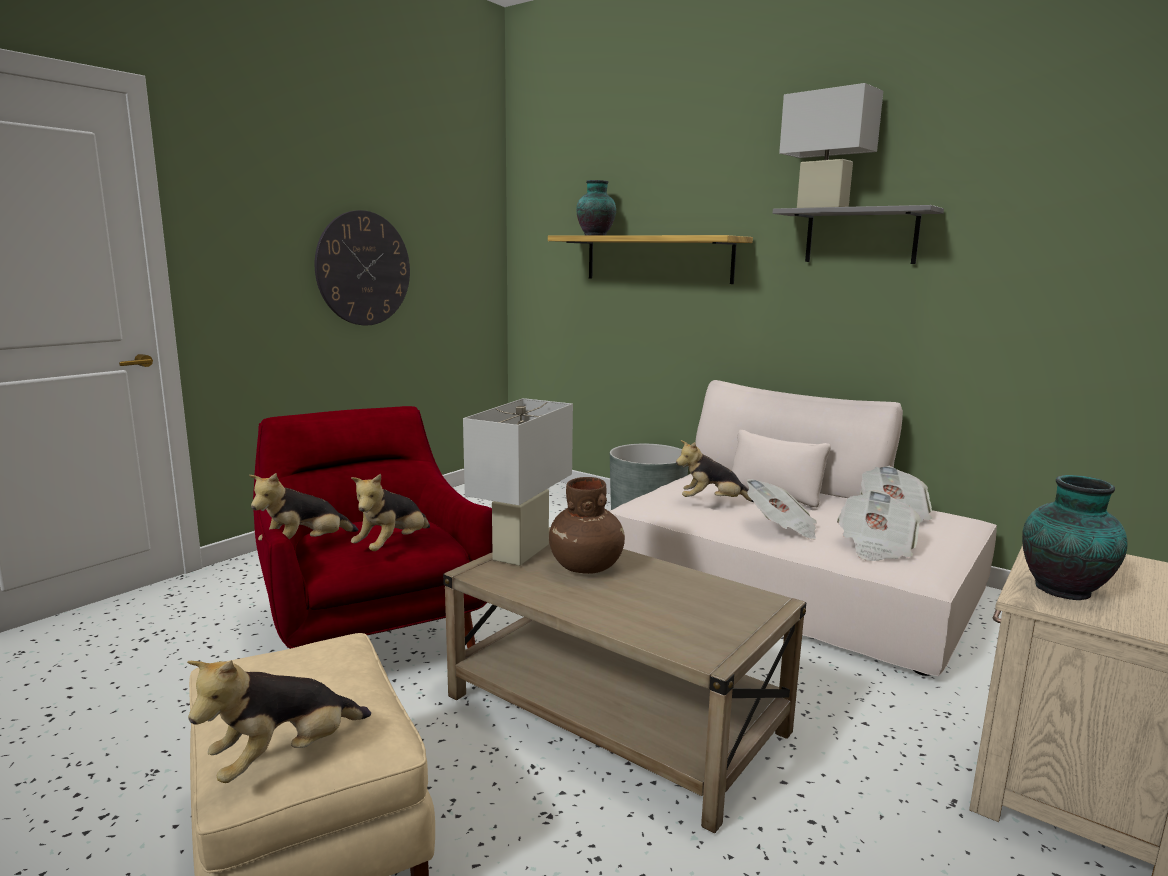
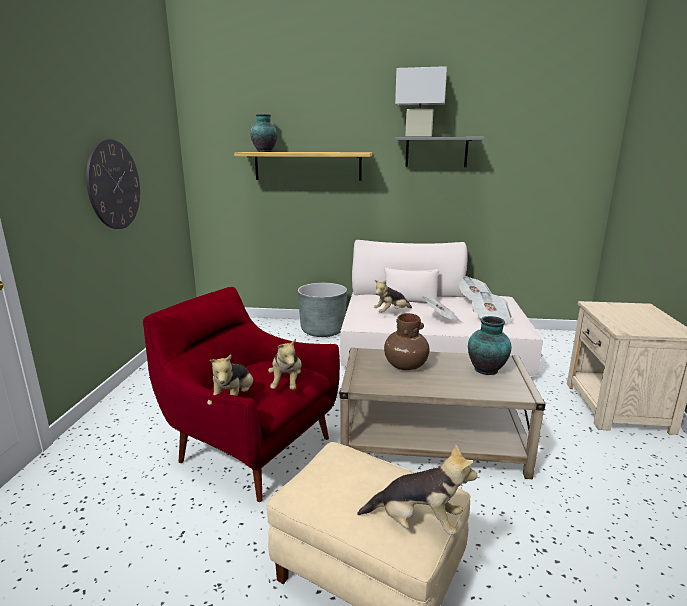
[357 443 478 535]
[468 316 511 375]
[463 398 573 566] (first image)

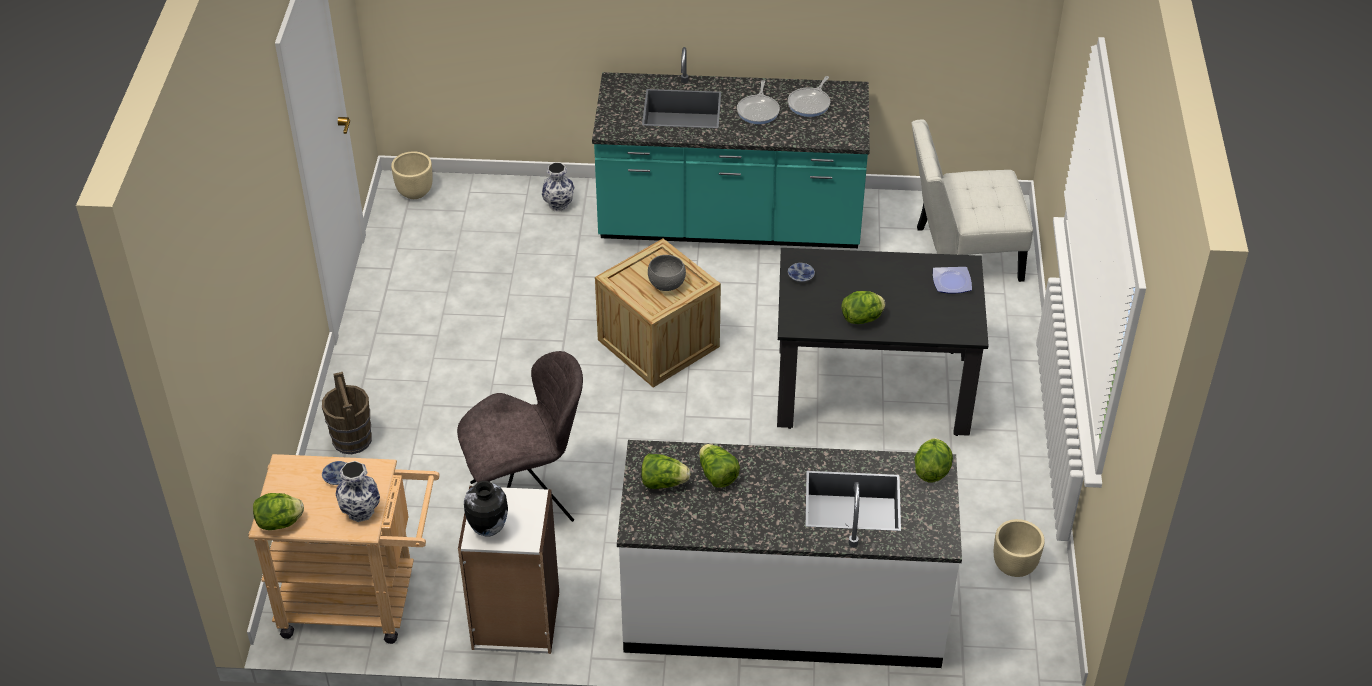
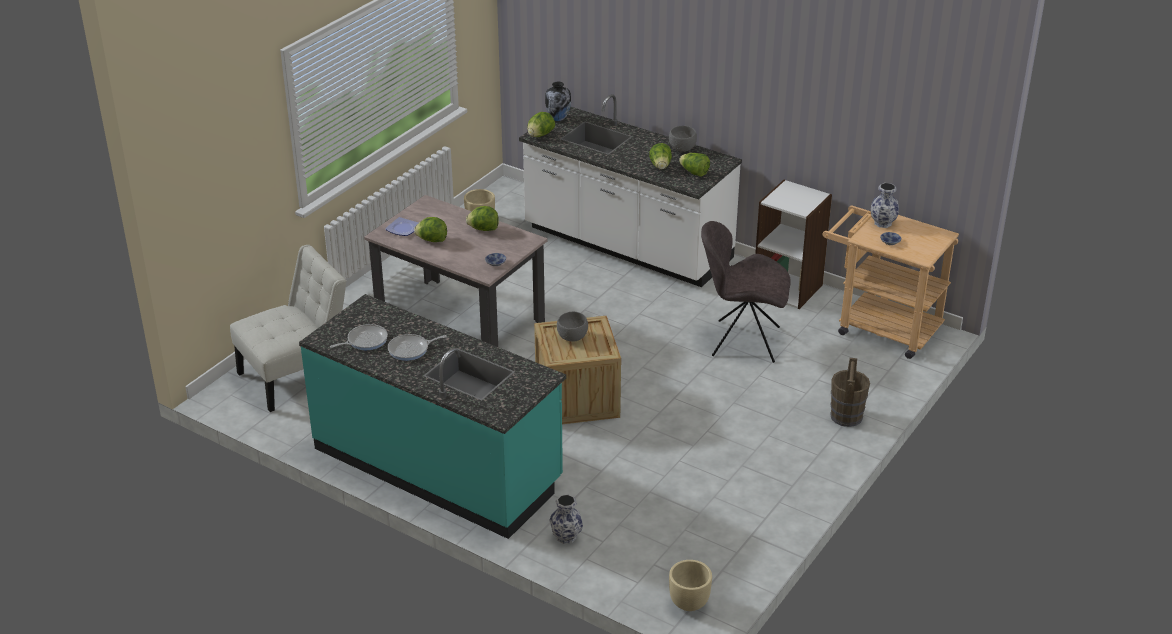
[230 245 346 412]
[364 195 548 347]
[388 334 447 361]
[414 217 447 242]
[545 82 571 121]
[669 126 697 152]

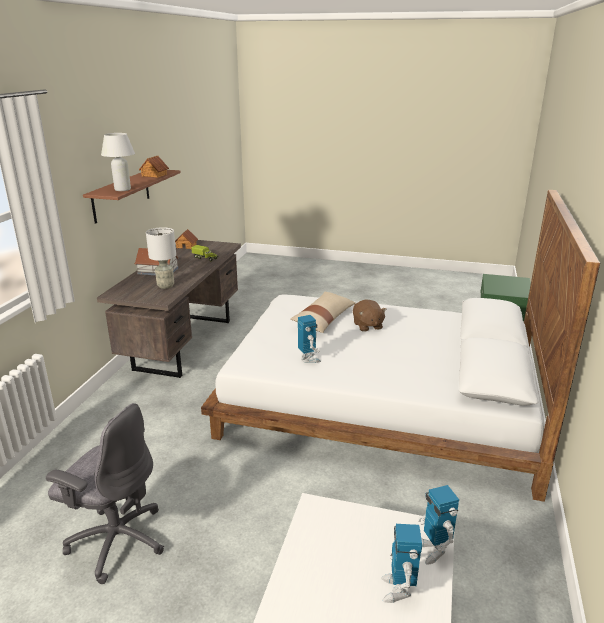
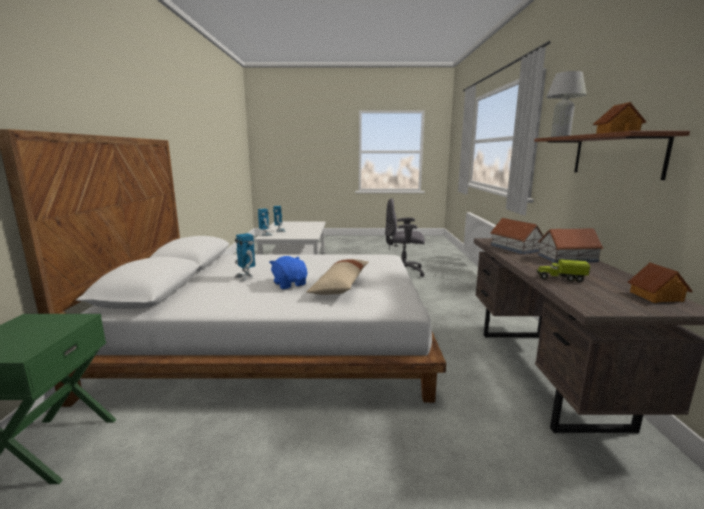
[234 233 255 281]
[269 256 307 289]
[490 218 544 254]

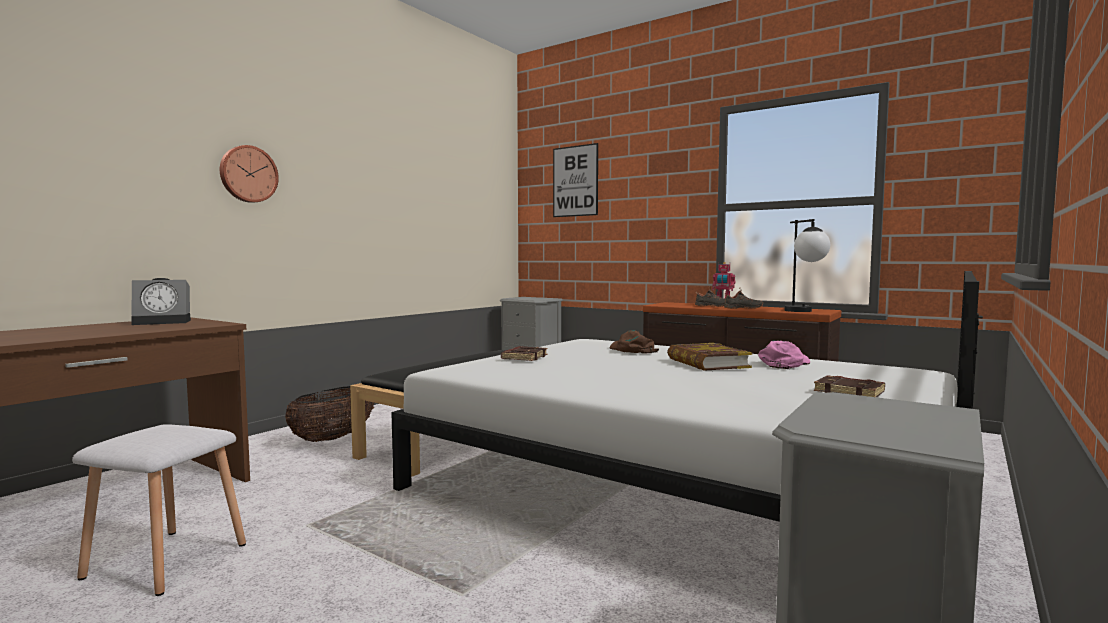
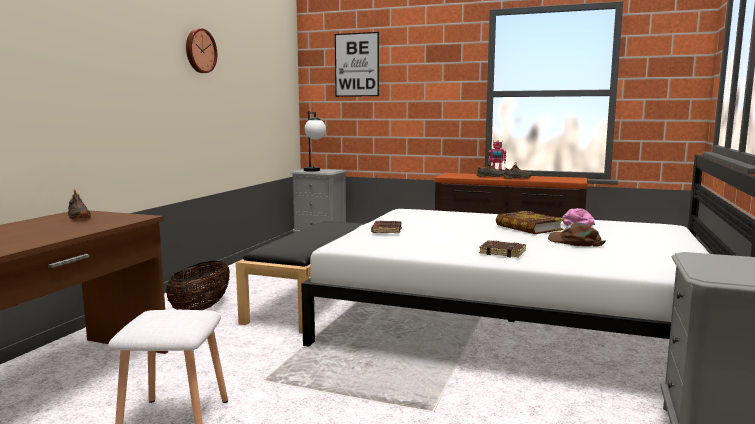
[68 189 91 219]
[186 28 217 73]
[304 111 326 172]
[479 241 526 258]
[548 223 606 247]

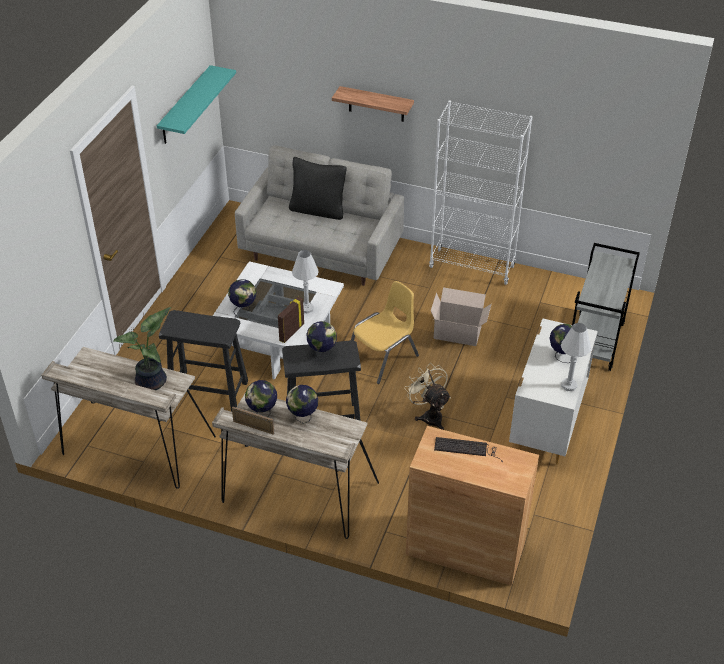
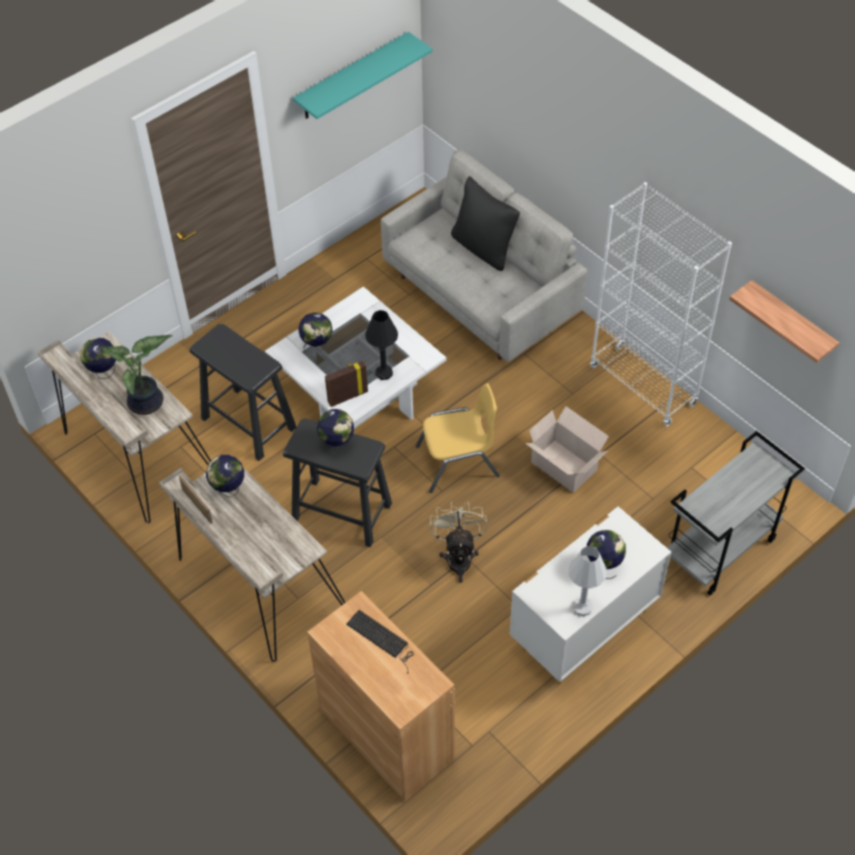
[80 338 116 379]
[365 310 398 380]
[729 280 839 363]

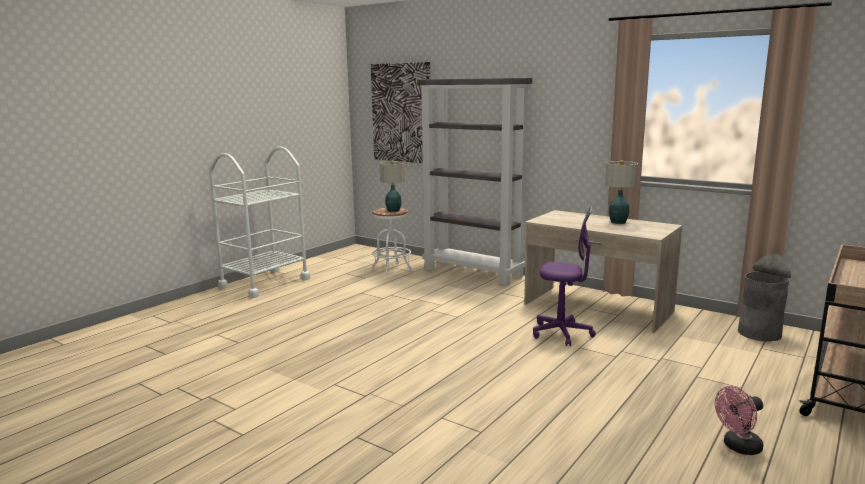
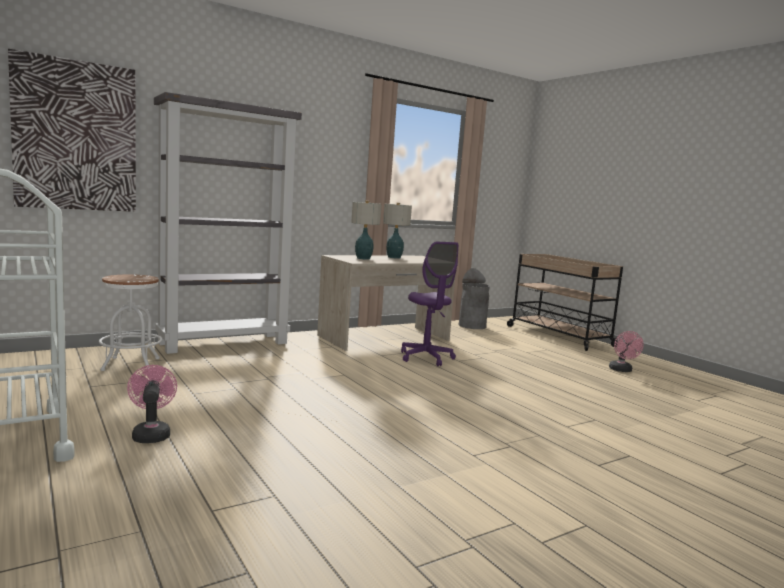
[127 365 177 443]
[351 201 382 260]
[401 242 459 366]

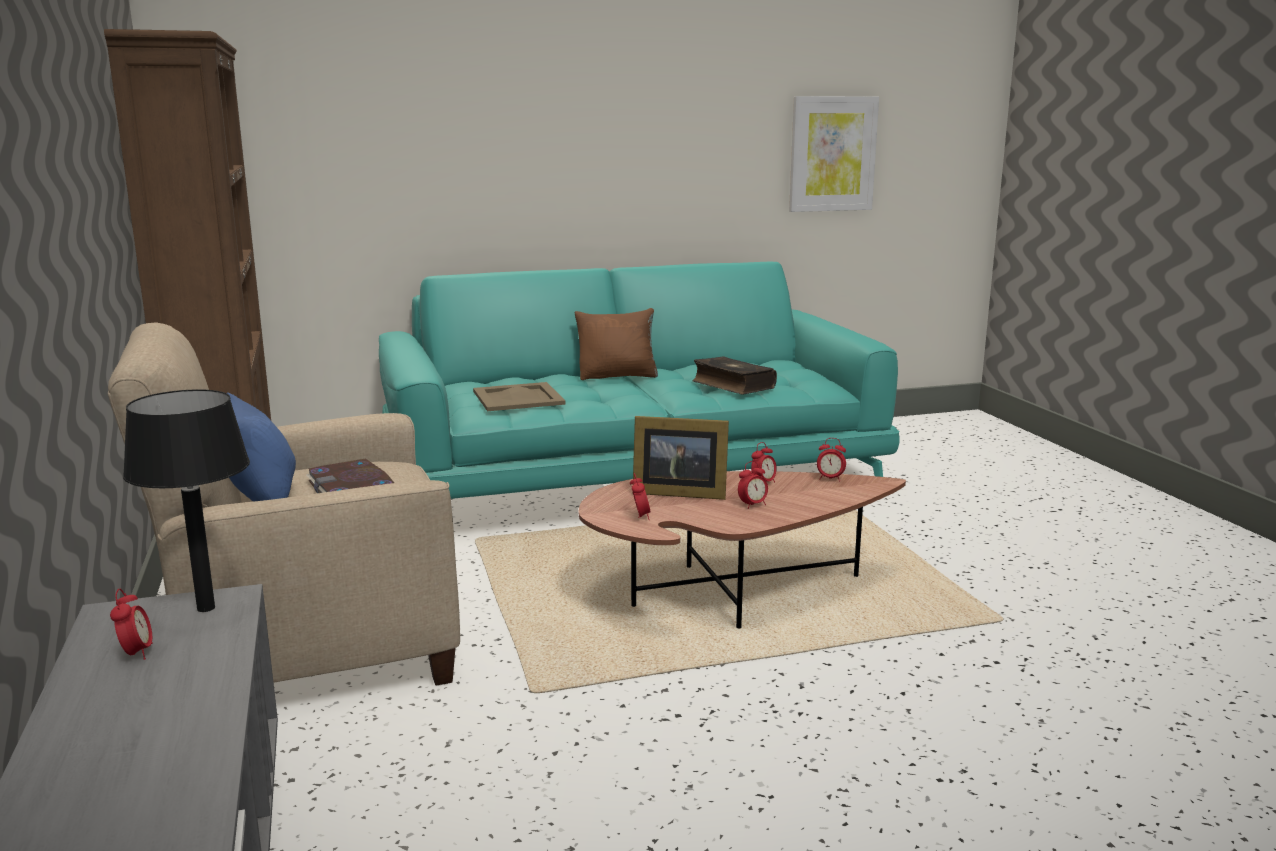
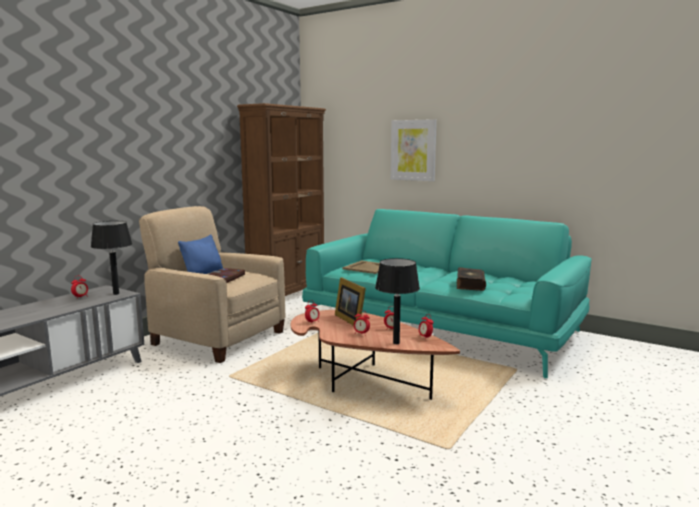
[375 258 420 344]
[391 119 437 181]
[575 308 658 380] (first image)

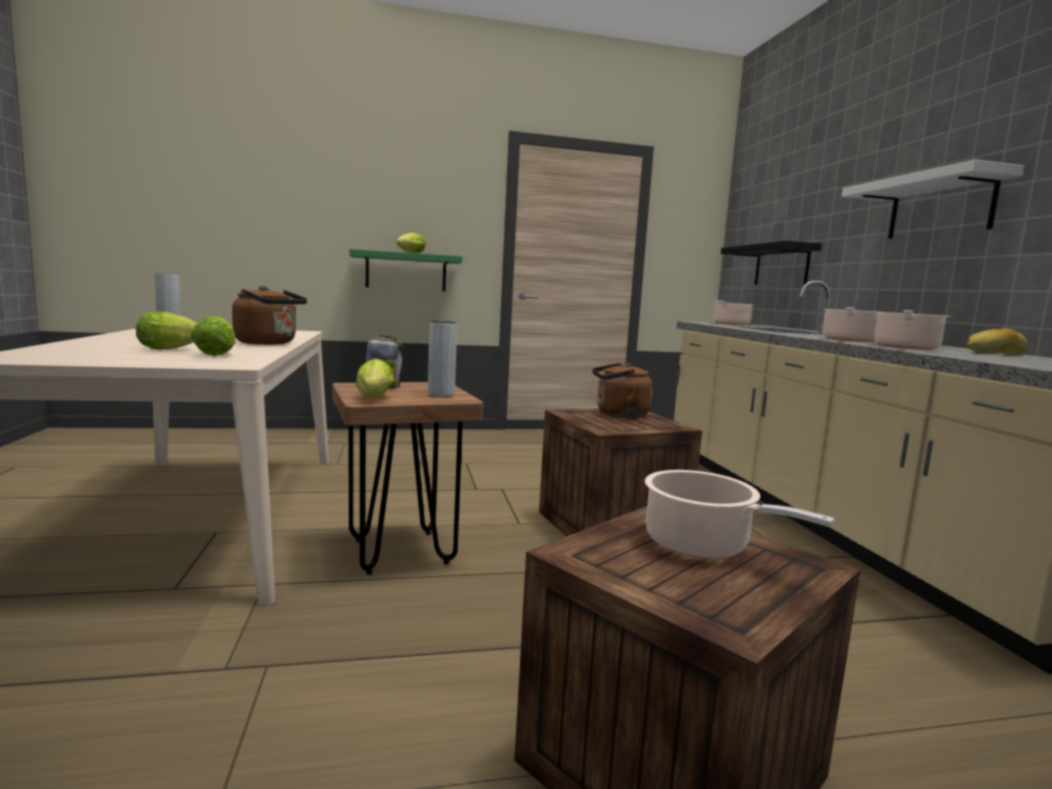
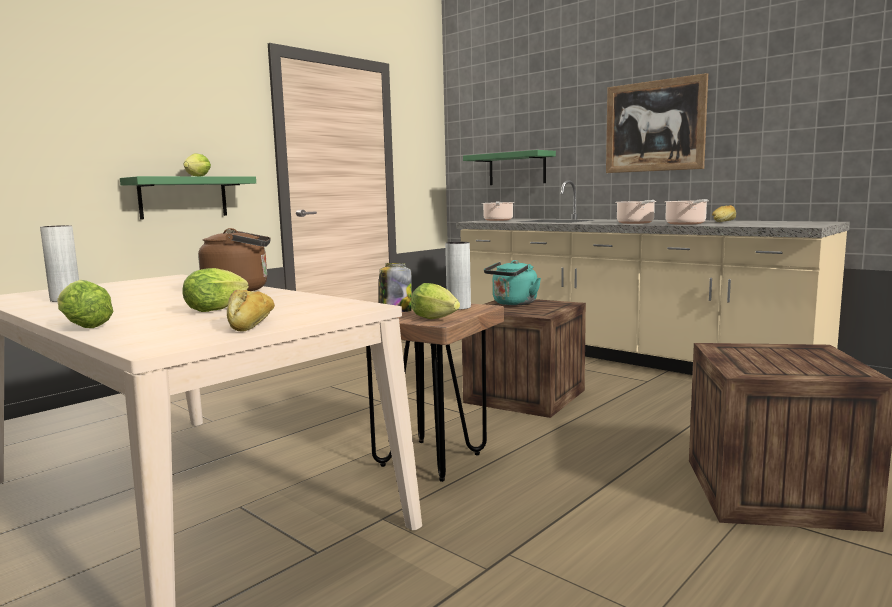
[57 280 114 328]
[227 290 275 332]
[463 150 556 185]
[484 260 541 305]
[606 73 708 173]
[645 470 835 559] (first image)

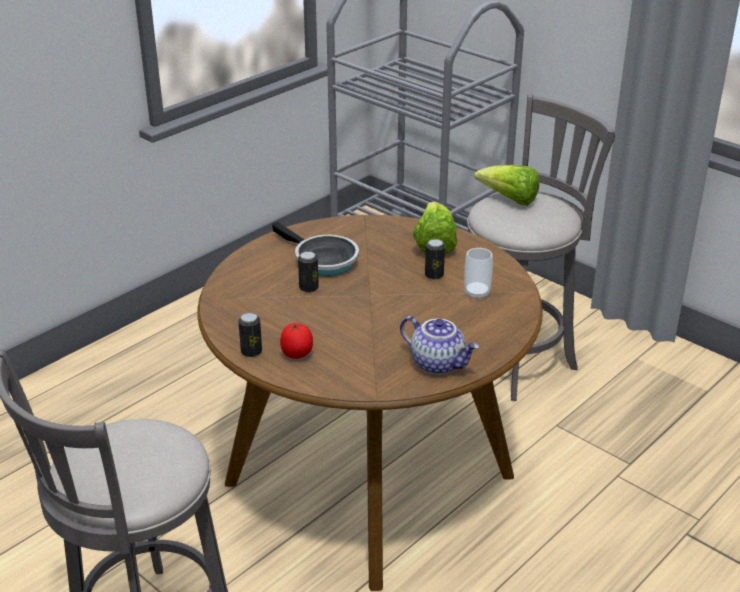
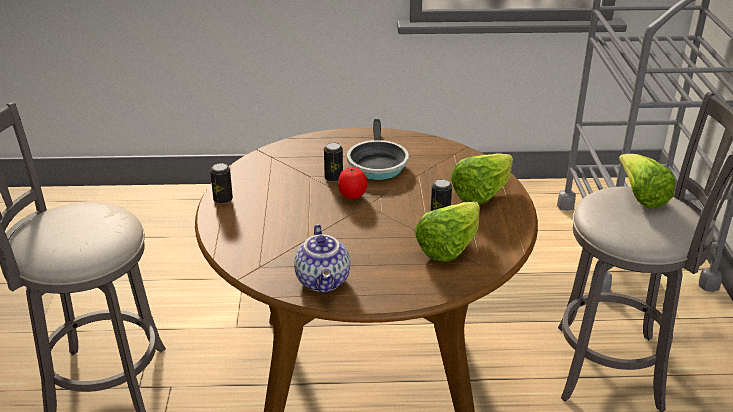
[338 167 368 199]
[415 201 480 262]

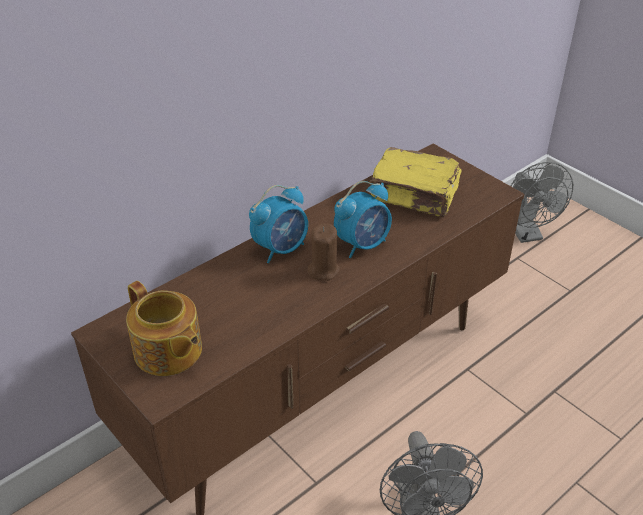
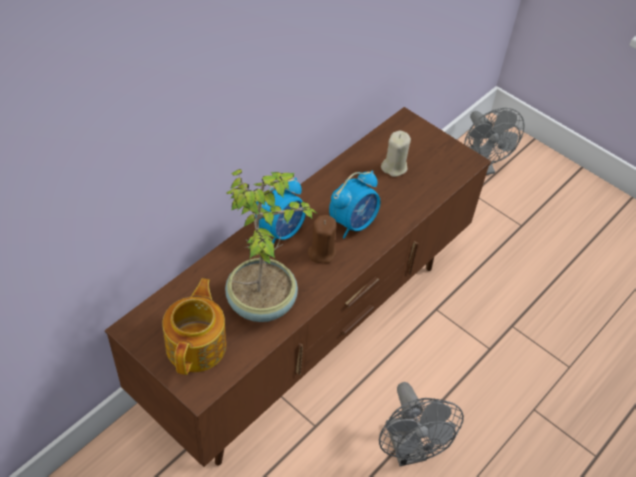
[162 278 226 375]
[225 169 318 322]
[381 130 411 177]

